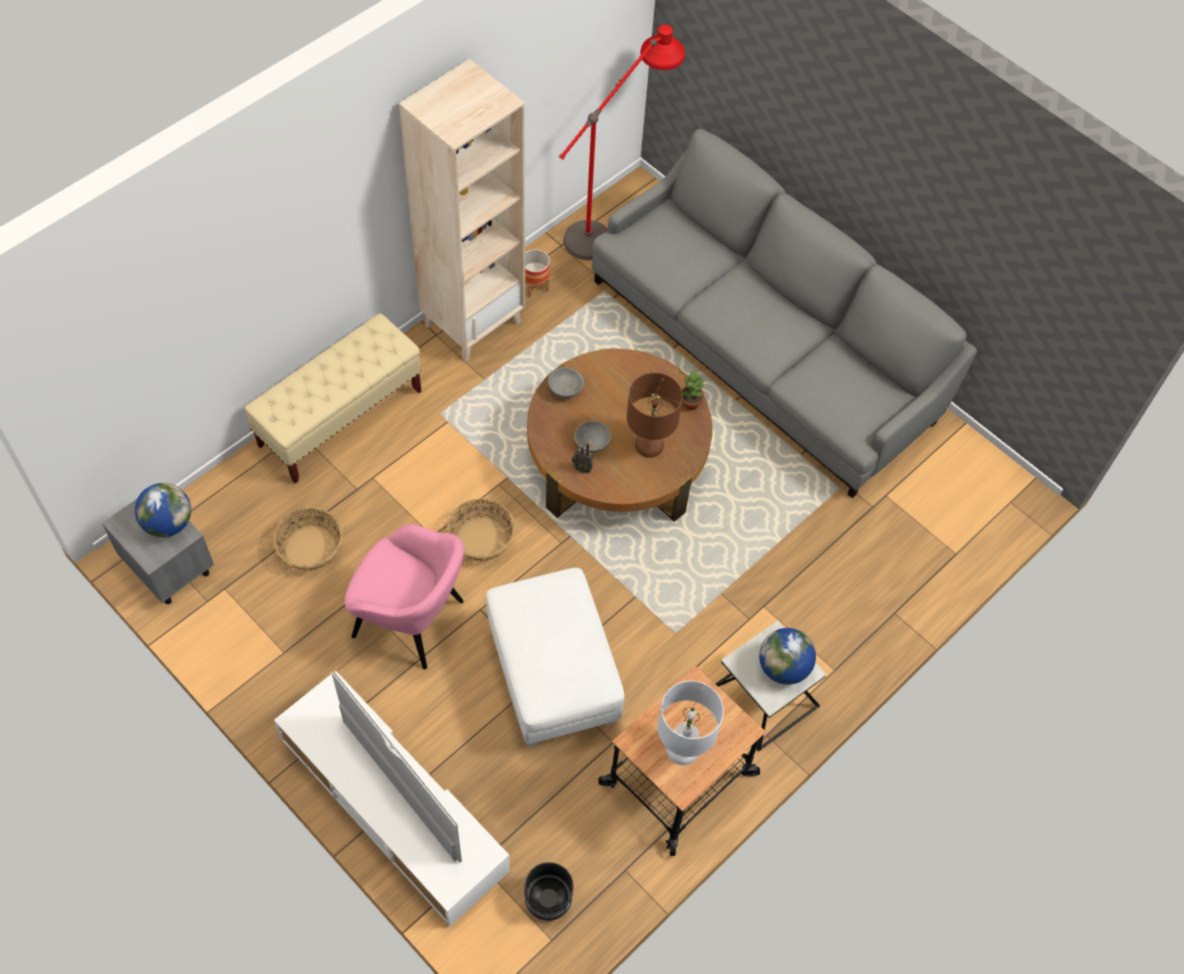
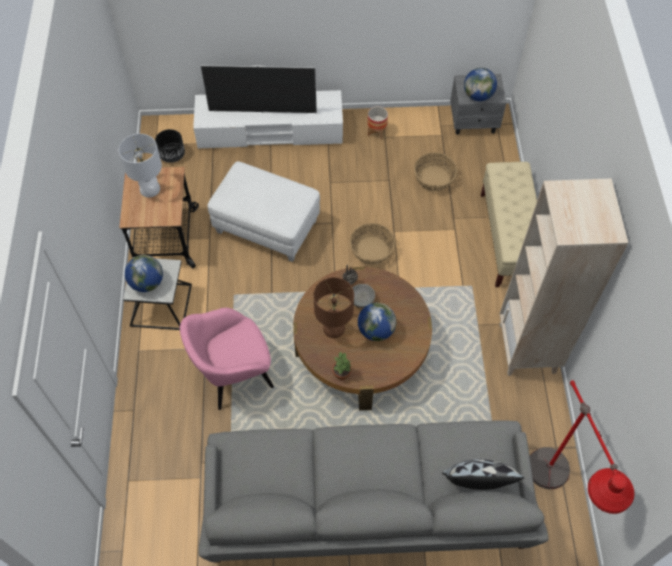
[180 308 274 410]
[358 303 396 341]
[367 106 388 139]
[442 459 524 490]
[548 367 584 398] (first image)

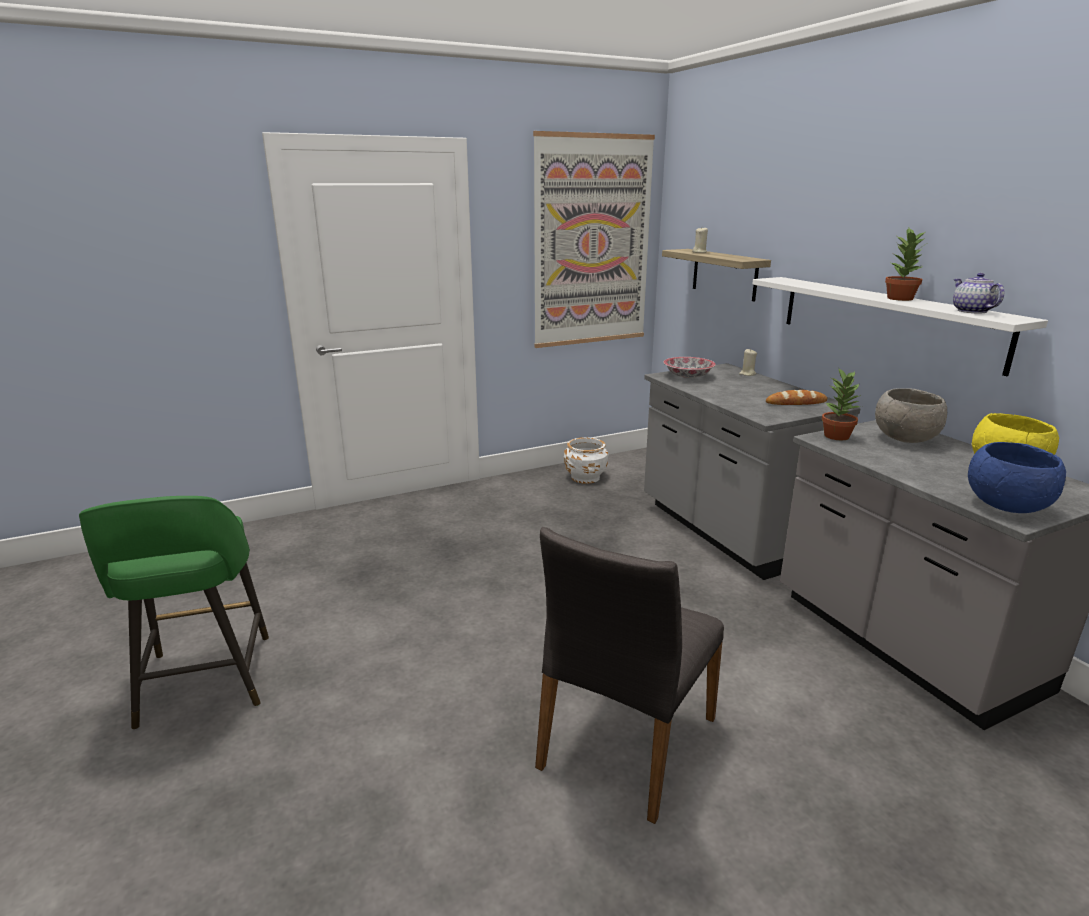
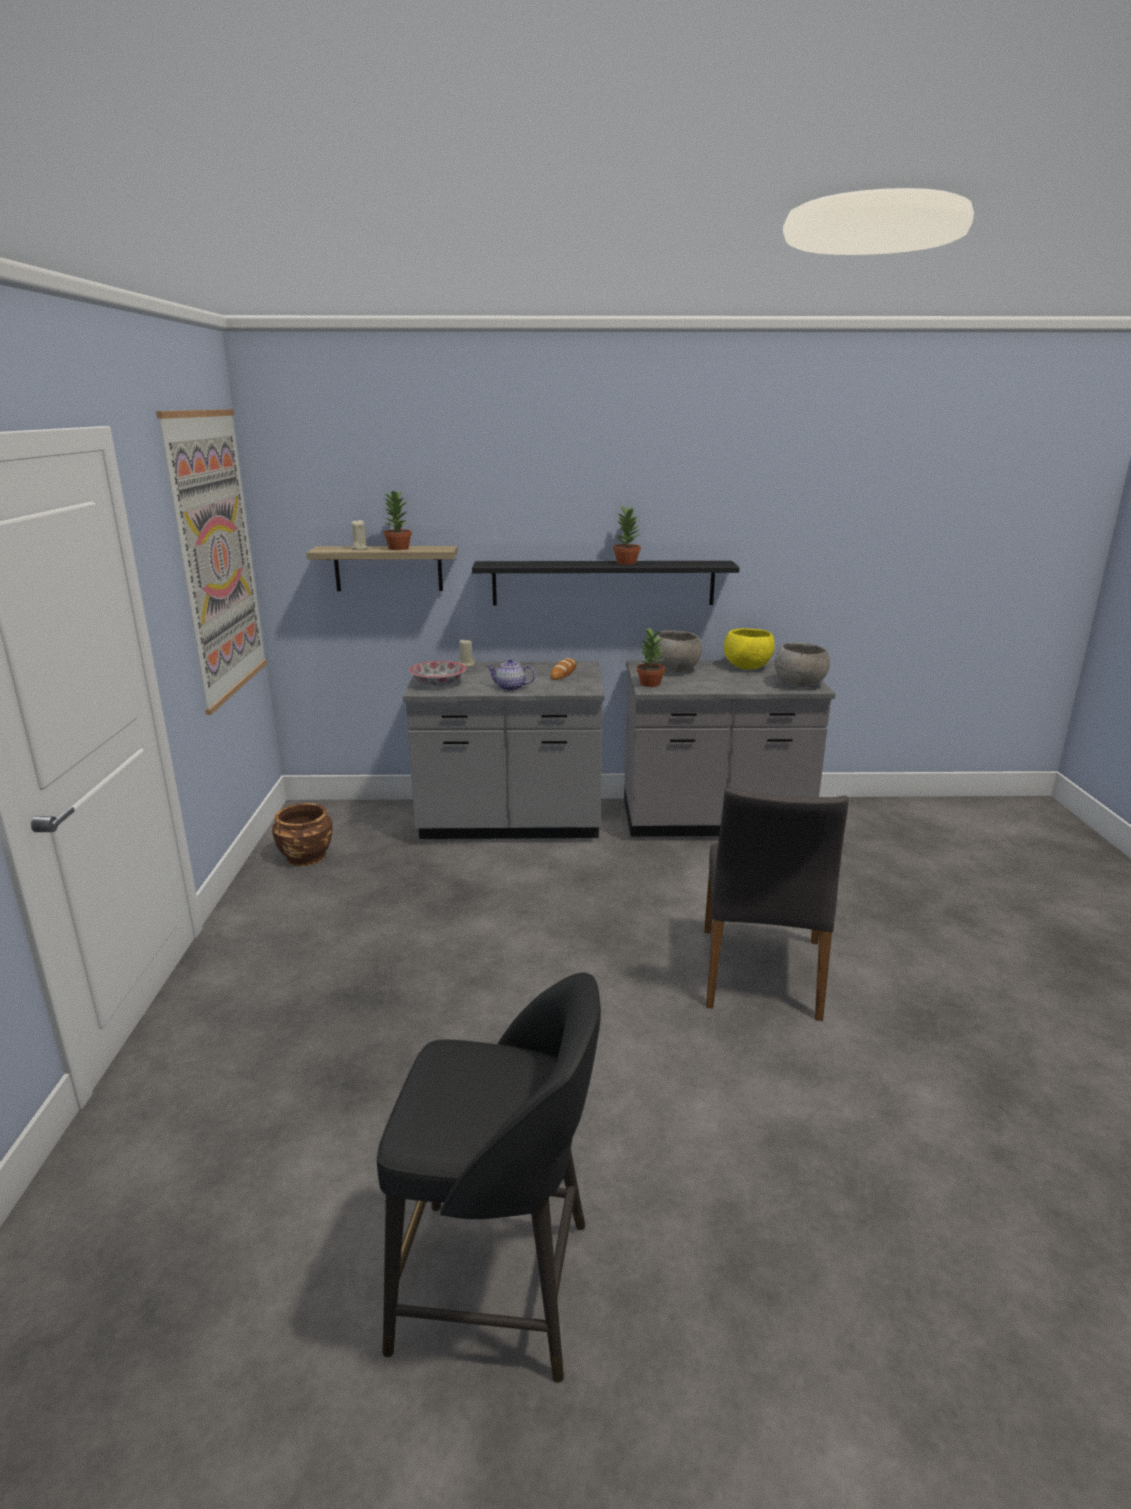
[272 803 333 866]
[377 972 601 1383]
[383 491 412 550]
[472 561 739 606]
[486 659 535 691]
[704 788 849 1021]
[775 642 830 687]

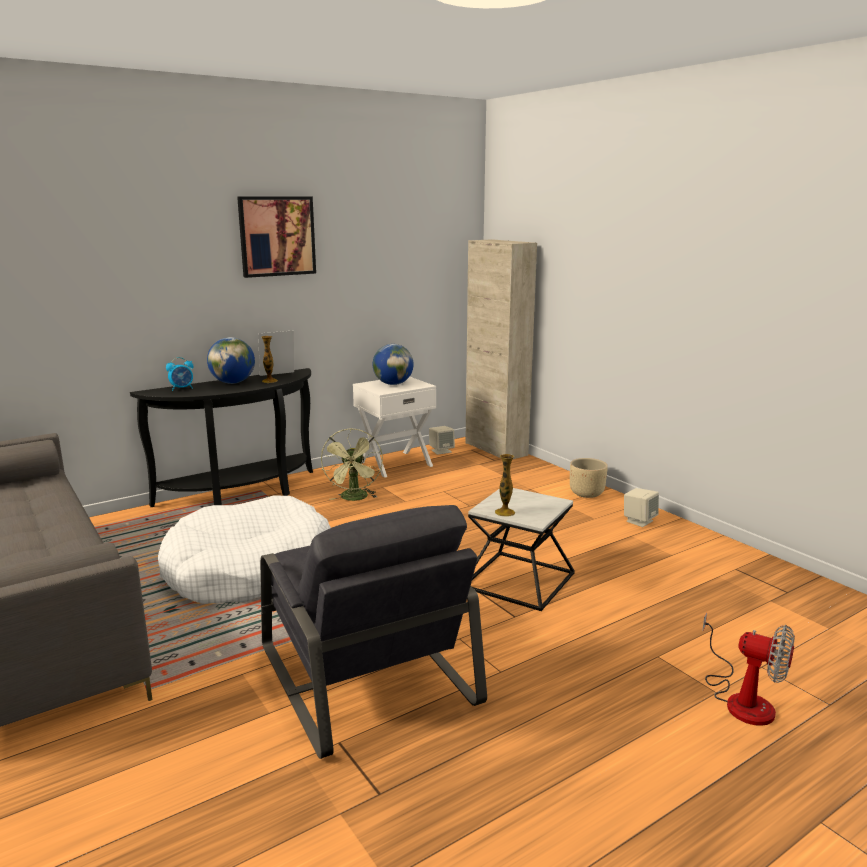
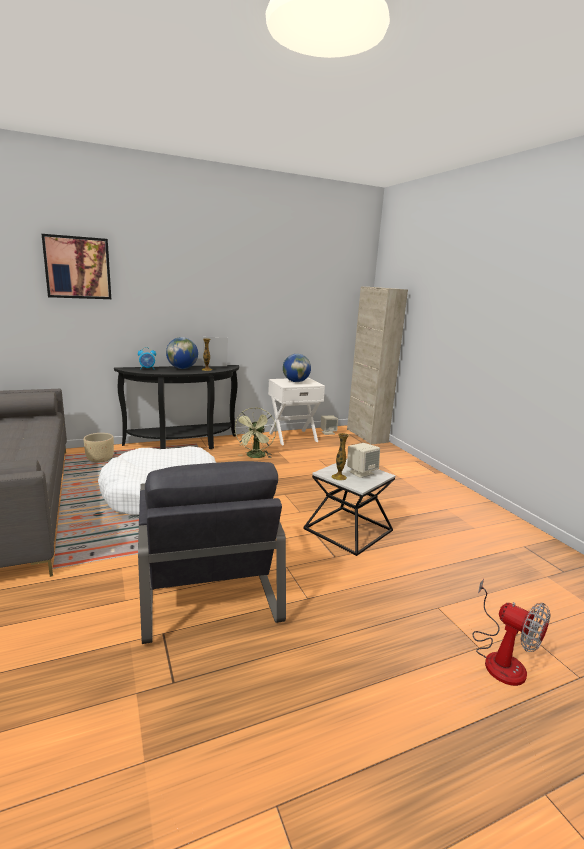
[42 234 111 299]
[83 433 114 463]
[347 443 380 478]

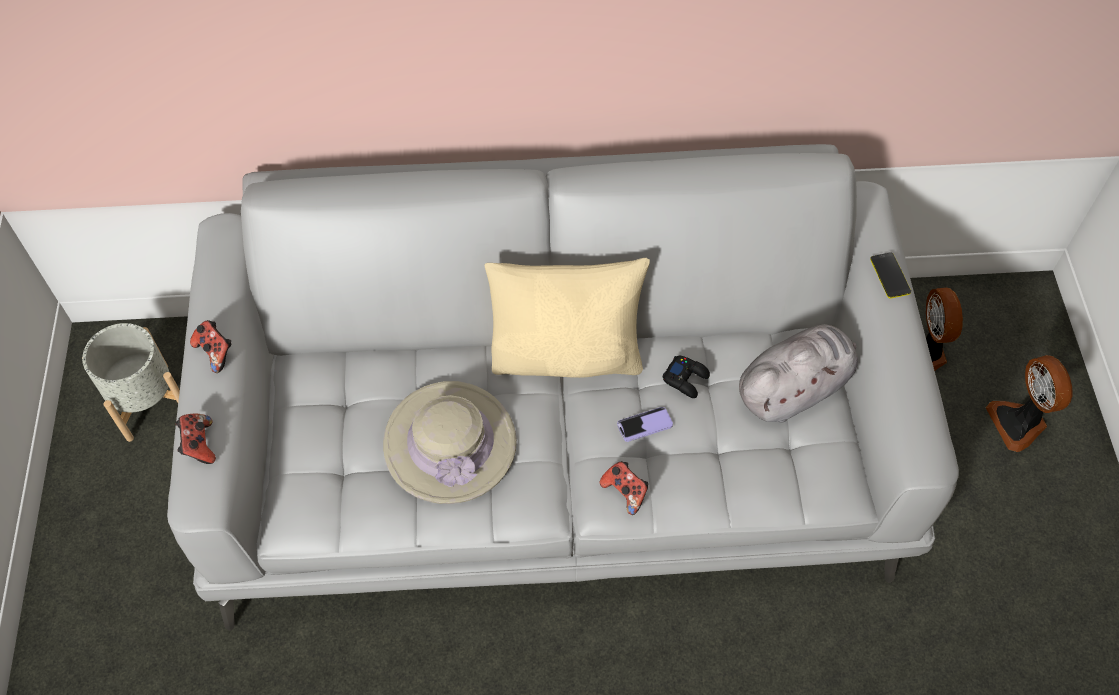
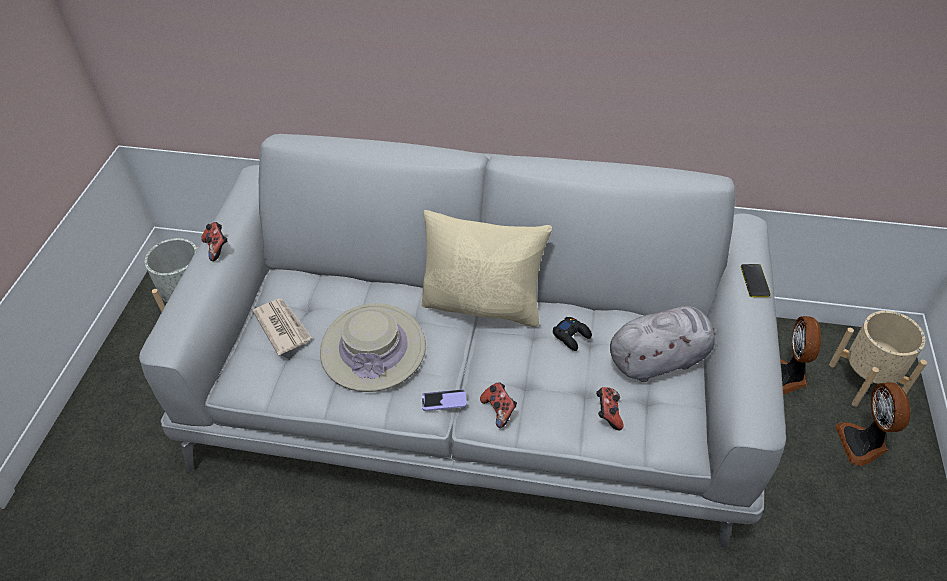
[253 299 312 355]
[421 389 467 411]
[596 387 624 430]
[829 311 927 407]

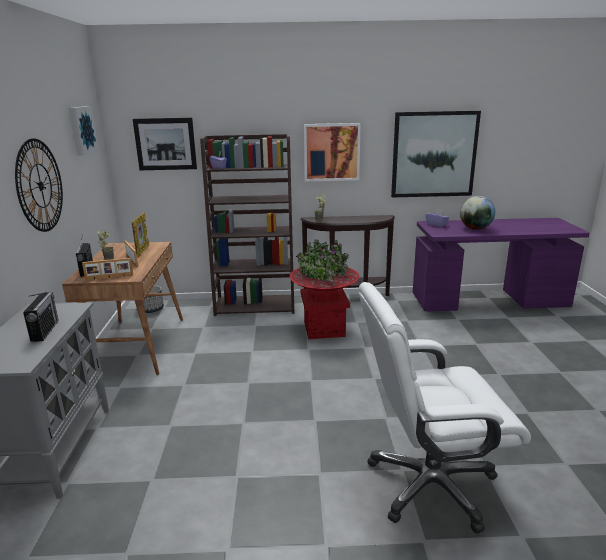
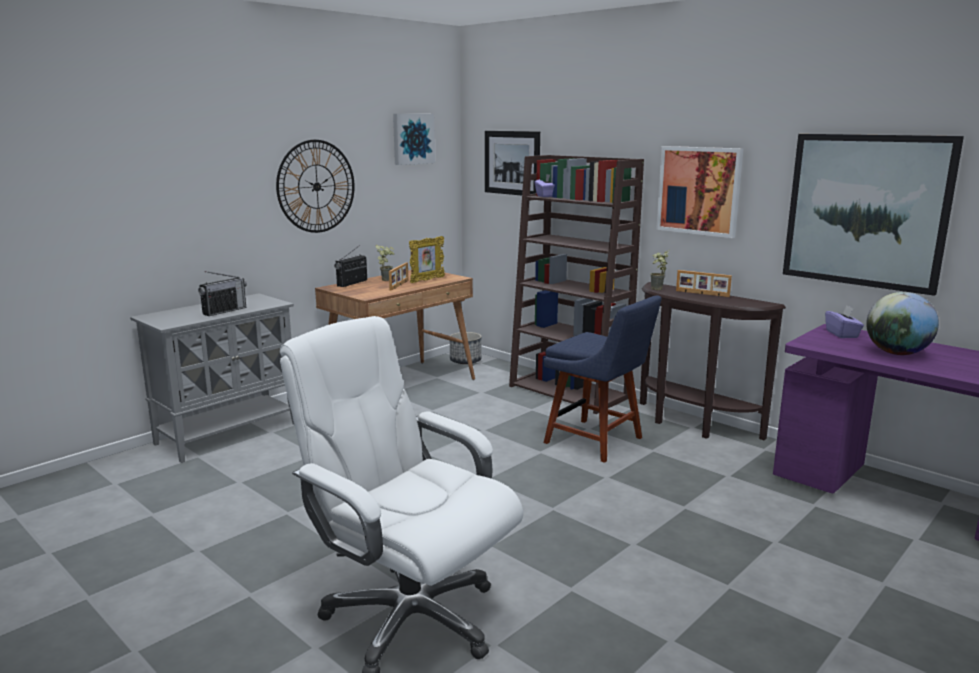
[544 295 662 463]
[676 270 732 297]

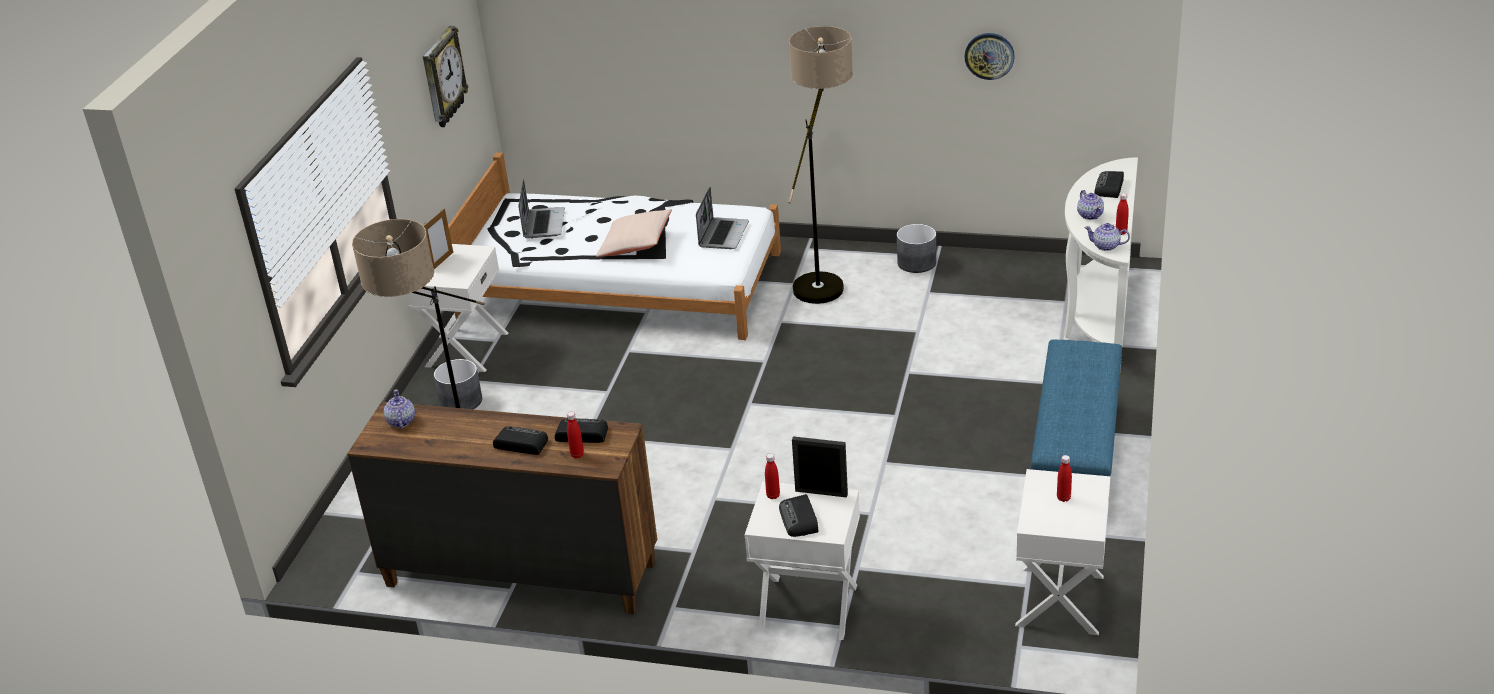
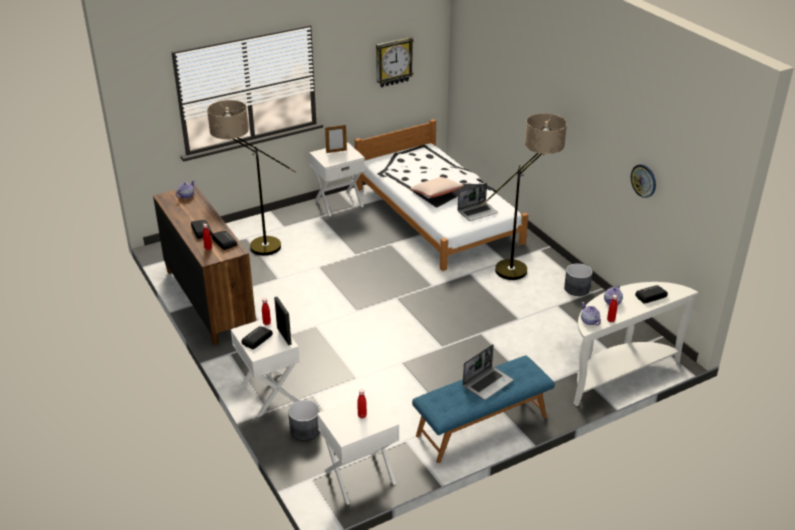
[288 400 320 441]
[463 344 513 400]

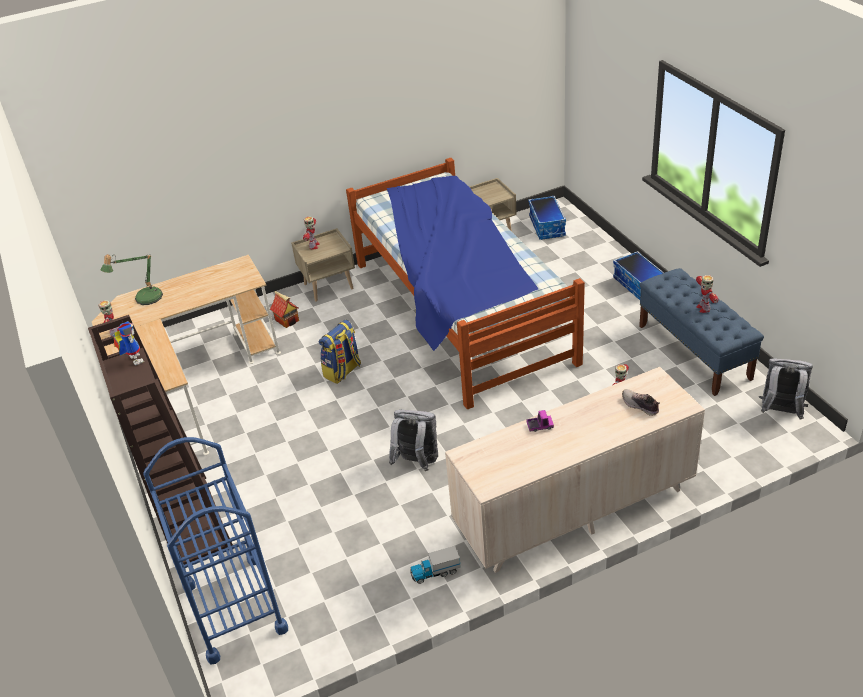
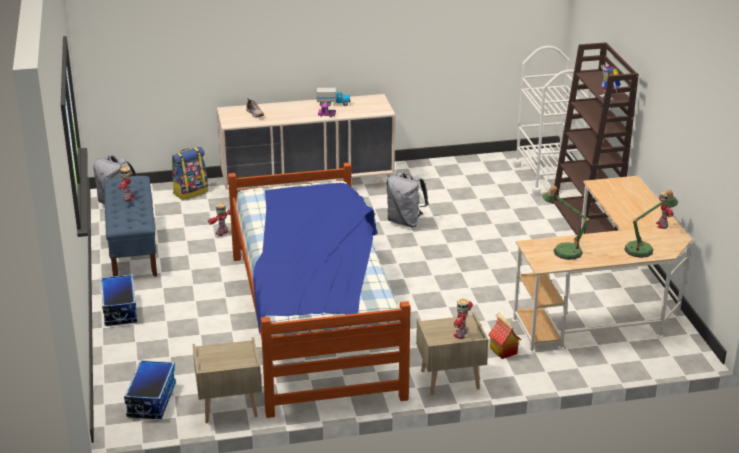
[171 147 208 200]
[316 88 350 106]
[513 46 591 196]
[543 186 590 260]

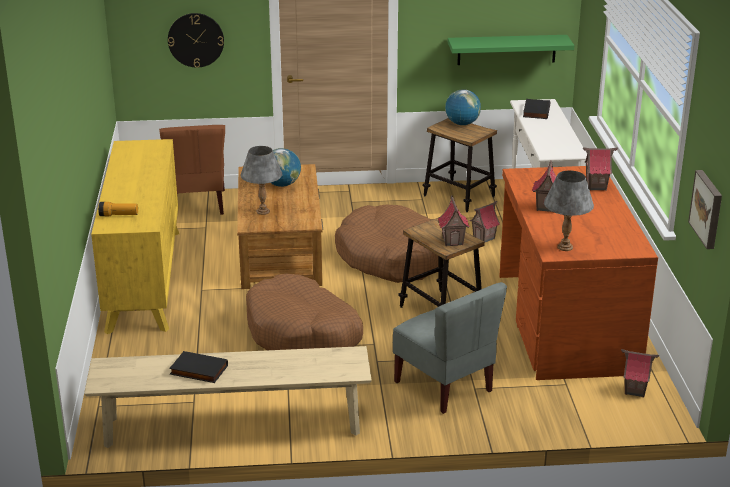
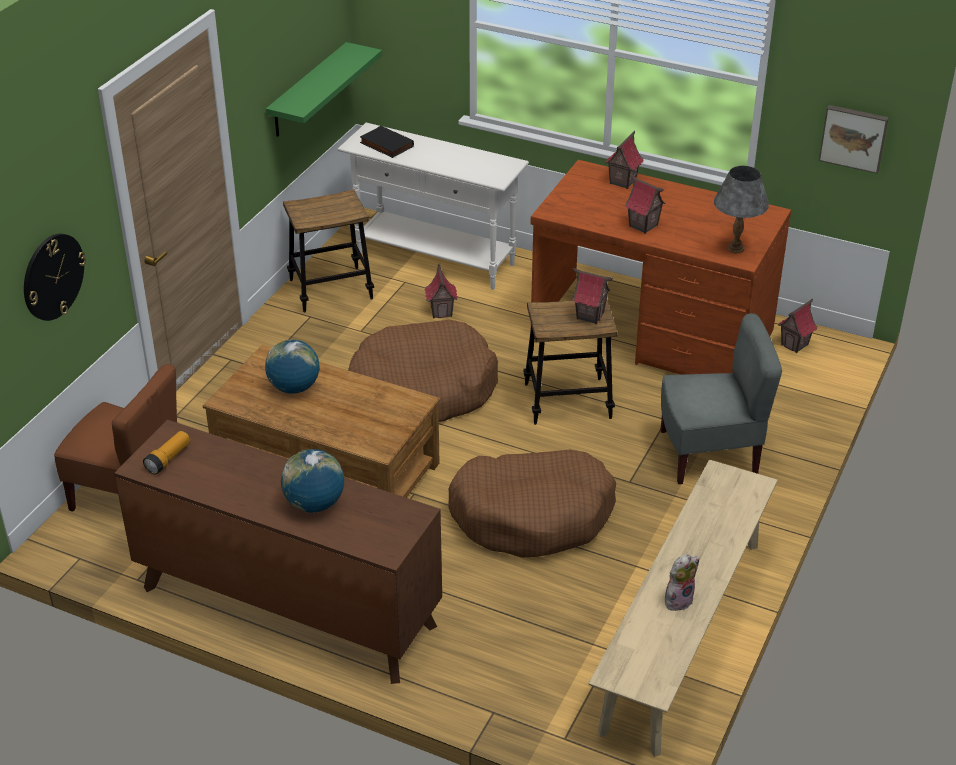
[114 420 442 684]
[143 431 190 475]
[281 449 344 512]
[665 554 699 611]
[240 146 282 215] (first image)

